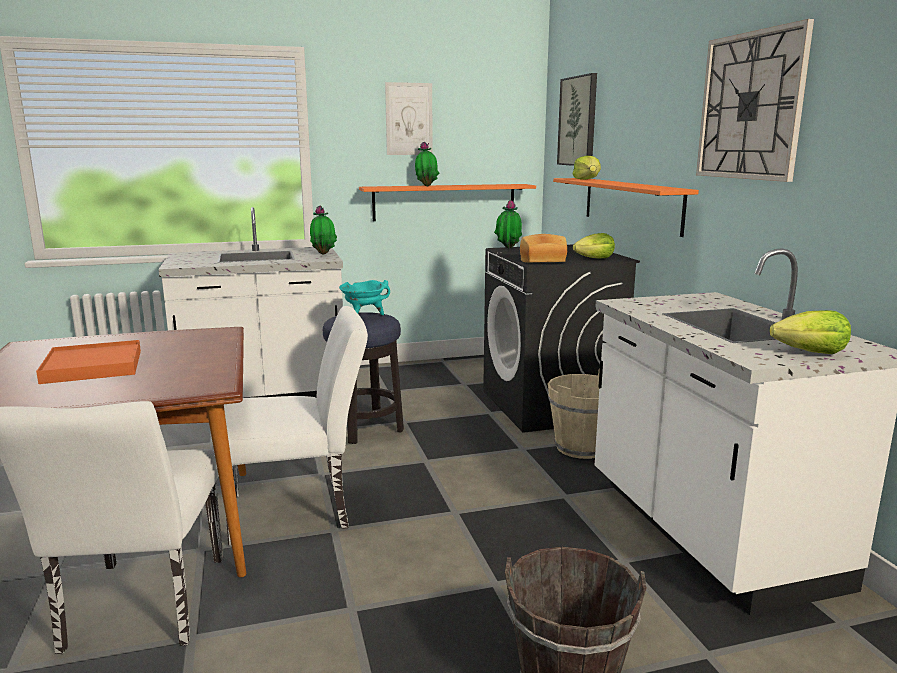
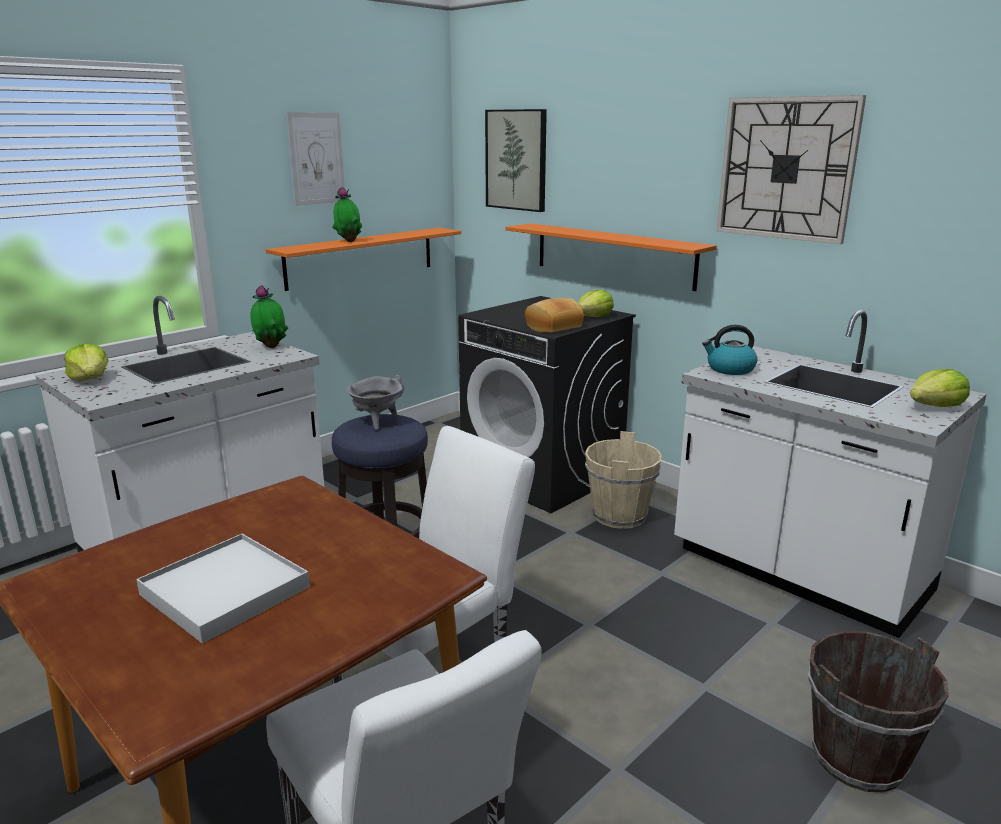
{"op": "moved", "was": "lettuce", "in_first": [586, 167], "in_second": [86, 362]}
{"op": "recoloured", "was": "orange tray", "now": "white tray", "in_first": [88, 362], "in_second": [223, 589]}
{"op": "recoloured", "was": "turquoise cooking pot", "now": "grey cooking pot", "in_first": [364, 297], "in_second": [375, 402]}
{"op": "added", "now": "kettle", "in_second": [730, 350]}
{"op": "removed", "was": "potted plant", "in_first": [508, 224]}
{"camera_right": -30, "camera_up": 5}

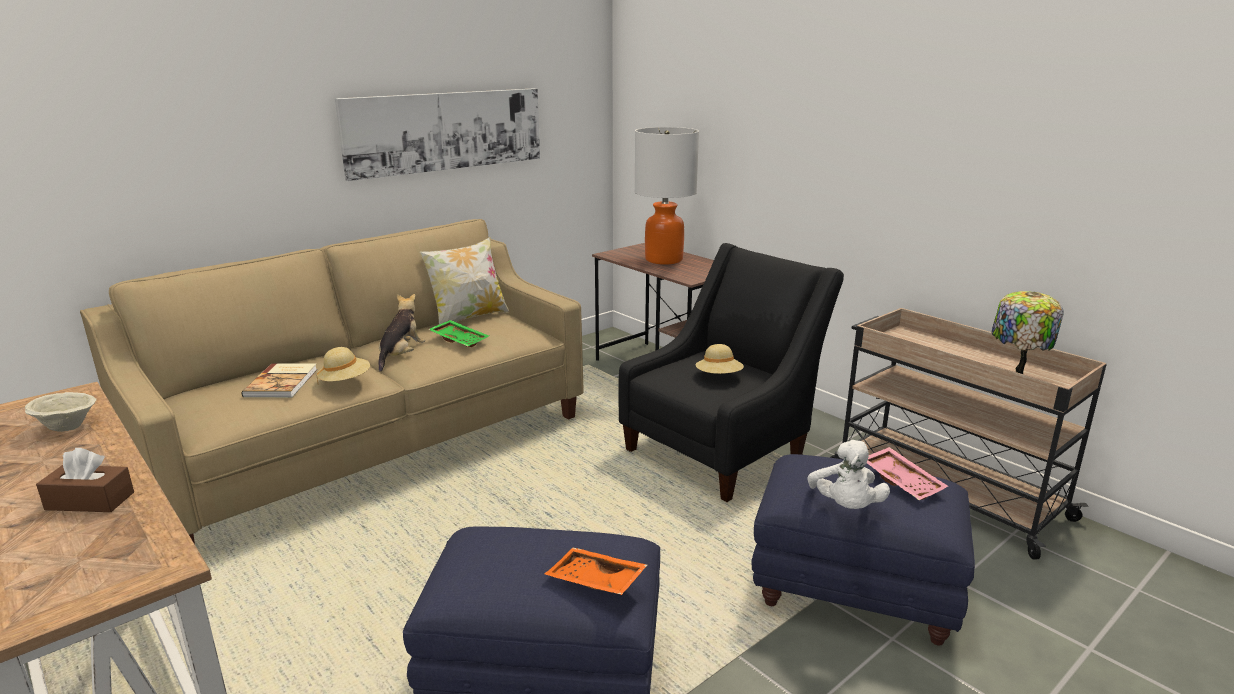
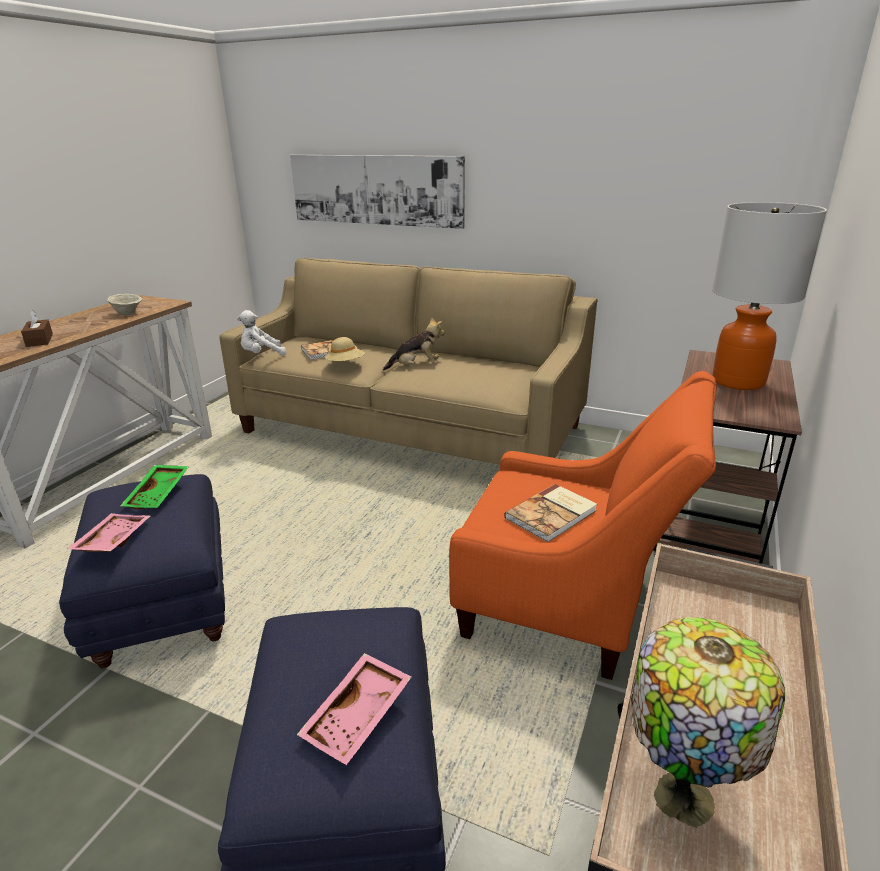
{"op": "recoloured", "was": "orange tray", "now": "pink tray", "in_first": [595, 571], "in_second": [108, 532]}
{"op": "moved", "was": "green tray", "in_first": [458, 333], "in_second": [155, 487]}
{"op": "moved", "was": "white plush toy", "in_first": [848, 474], "in_second": [262, 332]}
{"op": "moved", "was": "picture", "in_first": [437, 134], "in_second": [377, 192]}
{"op": "recoloured", "was": "black armchair", "now": "orange armchair", "in_first": [731, 372], "in_second": [583, 525]}
{"op": "replaced", "was": "beige hat", "now": "book", "in_first": [720, 359], "in_second": [550, 513]}
{"op": "removed", "was": "pillow", "in_first": [464, 280]}
{"camera_right": 65, "camera_up": 5}

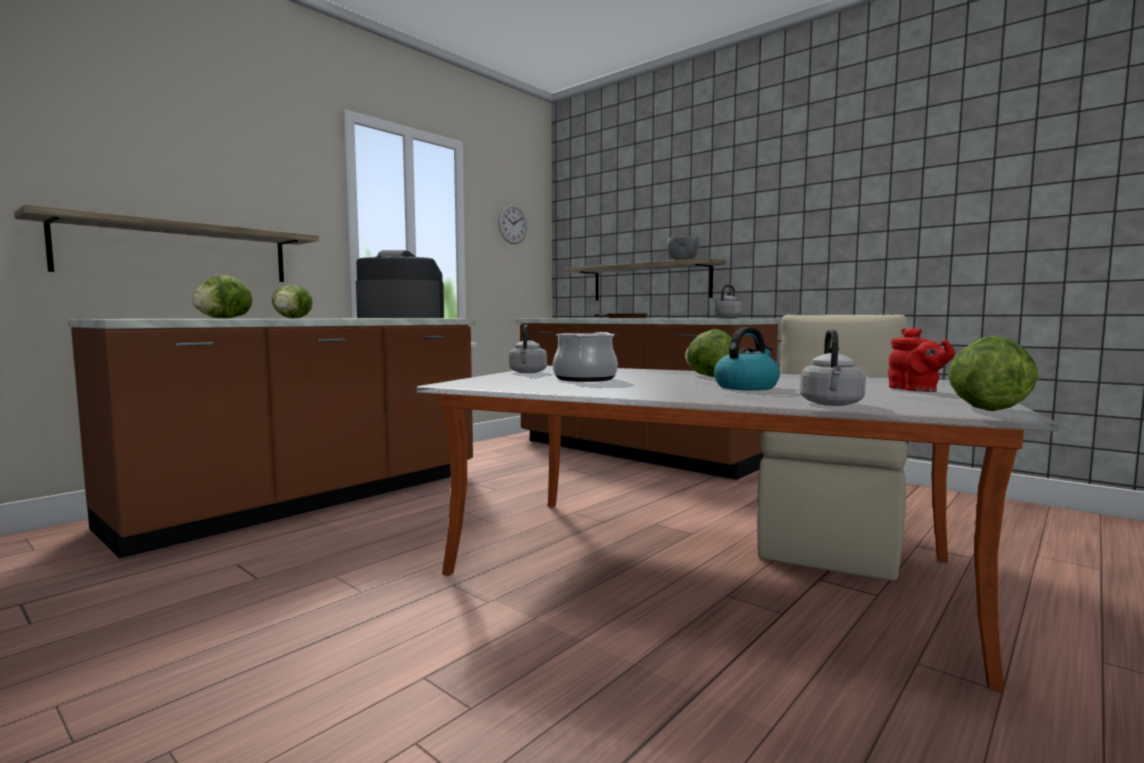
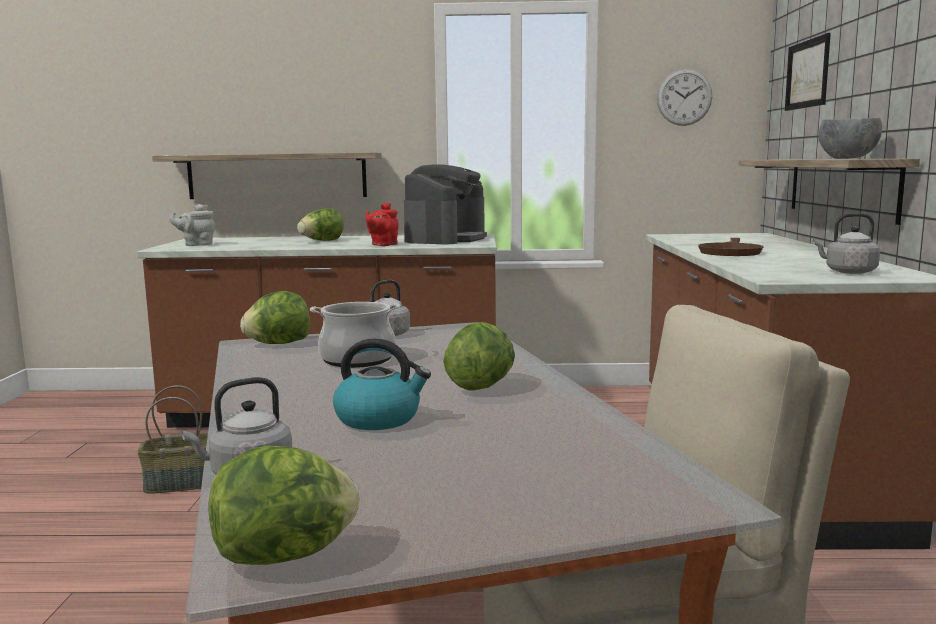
{"op": "added", "now": "basket", "in_second": [172, 439]}
{"op": "added", "now": "grey teapot", "in_second": [192, 225]}
{"op": "moved", "was": "lettuce", "in_first": [222, 296], "in_second": [275, 317]}
{"op": "moved", "was": "red teapot", "in_first": [921, 359], "in_second": [382, 224]}
{"op": "turned", "was": "coffee machine", "in_first": [400, 284], "in_second": [445, 204], "clockwise": 60}
{"op": "added", "now": "picture", "in_second": [808, 72]}
{"camera_right": 50, "camera_up": 5}

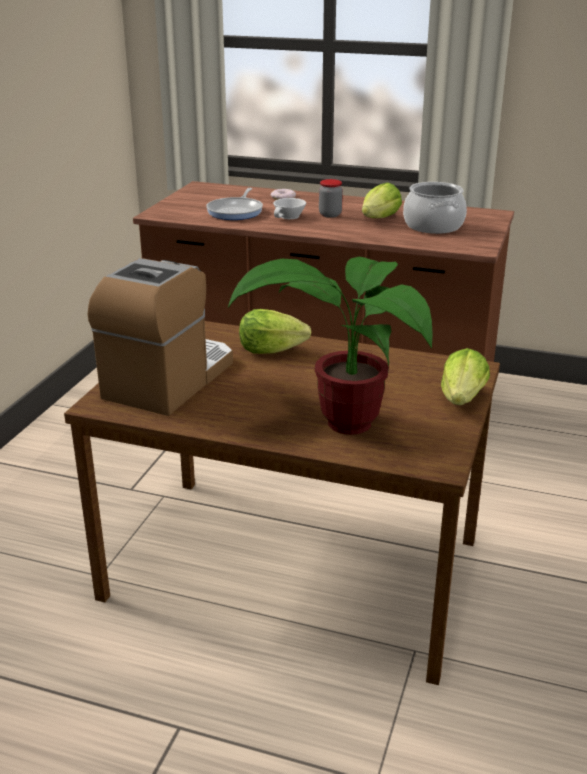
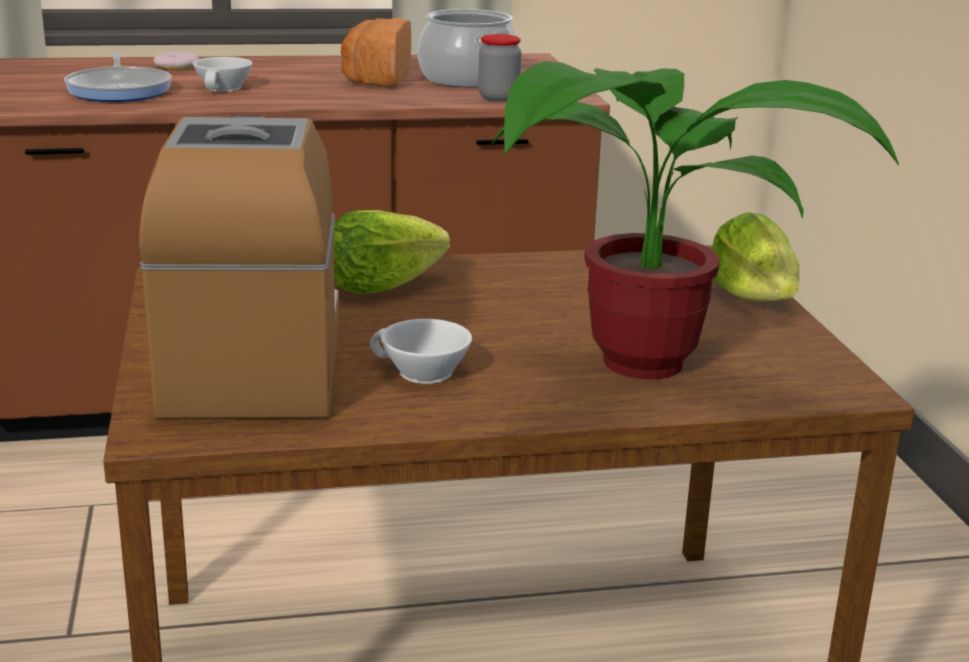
{"op": "replaced", "was": "lettuce", "now": "bread", "in_first": [382, 200], "in_second": [376, 53]}
{"op": "added", "now": "white cup", "in_second": [421, 351]}
{"op": "moved", "was": "jar", "in_first": [331, 198], "in_second": [500, 68]}
{"camera_right": -30, "camera_up": -5}

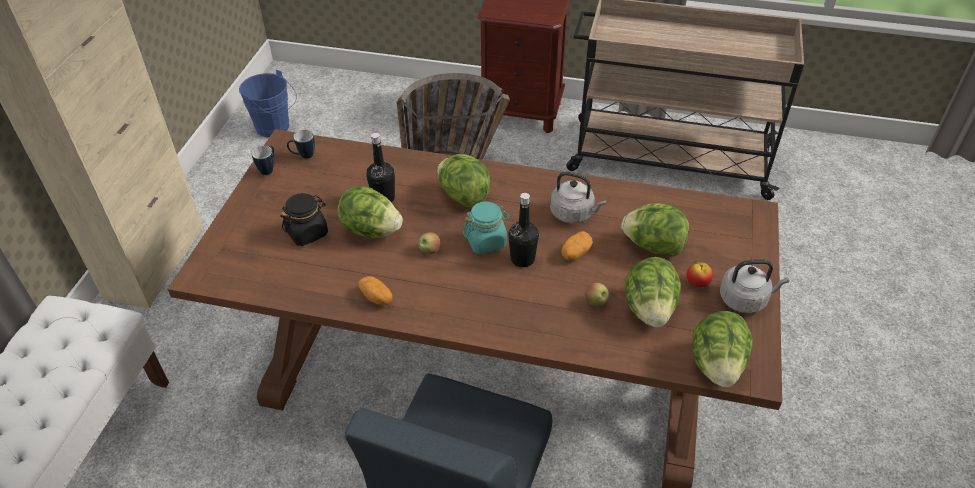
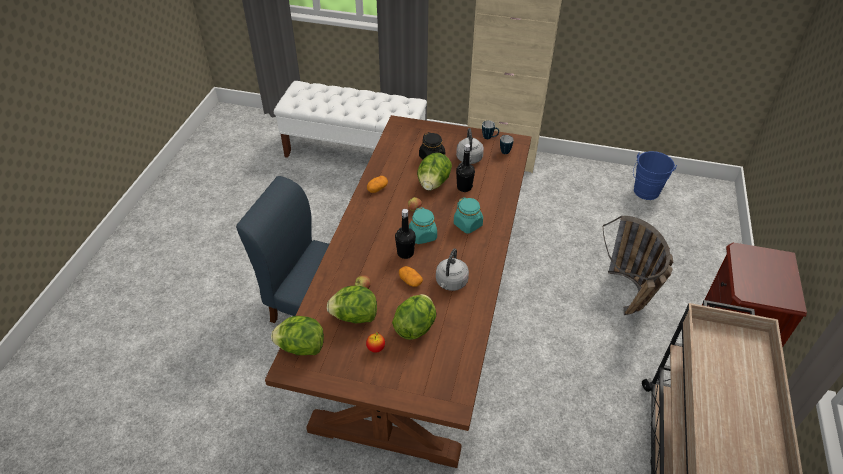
{"op": "replaced", "was": "lettuce", "now": "turquoise jar", "in_first": [464, 181], "in_second": [468, 215]}
{"op": "moved", "was": "grey kettle", "in_first": [754, 286], "in_second": [470, 146]}
{"camera_right": 90, "camera_up": 0}

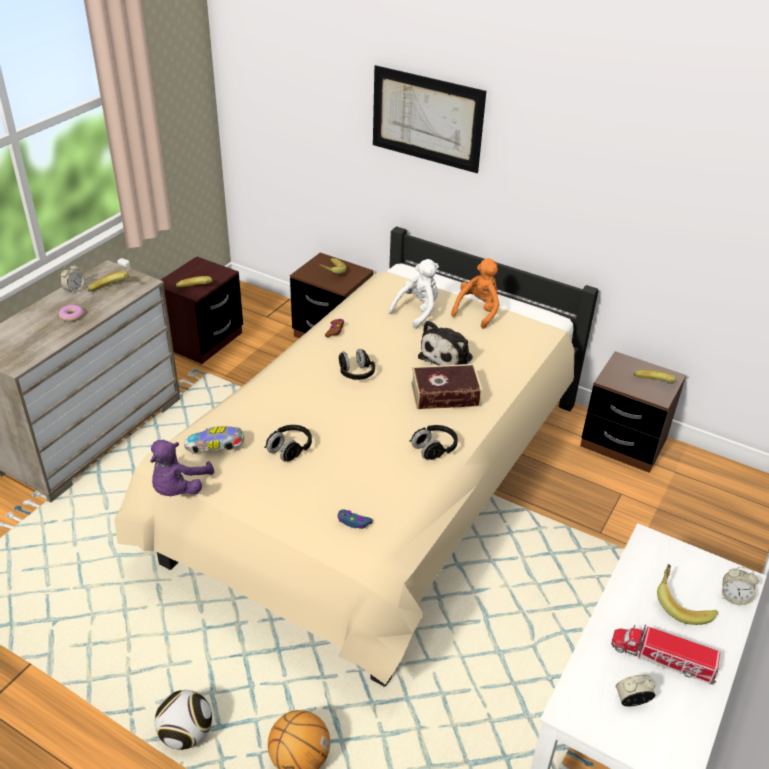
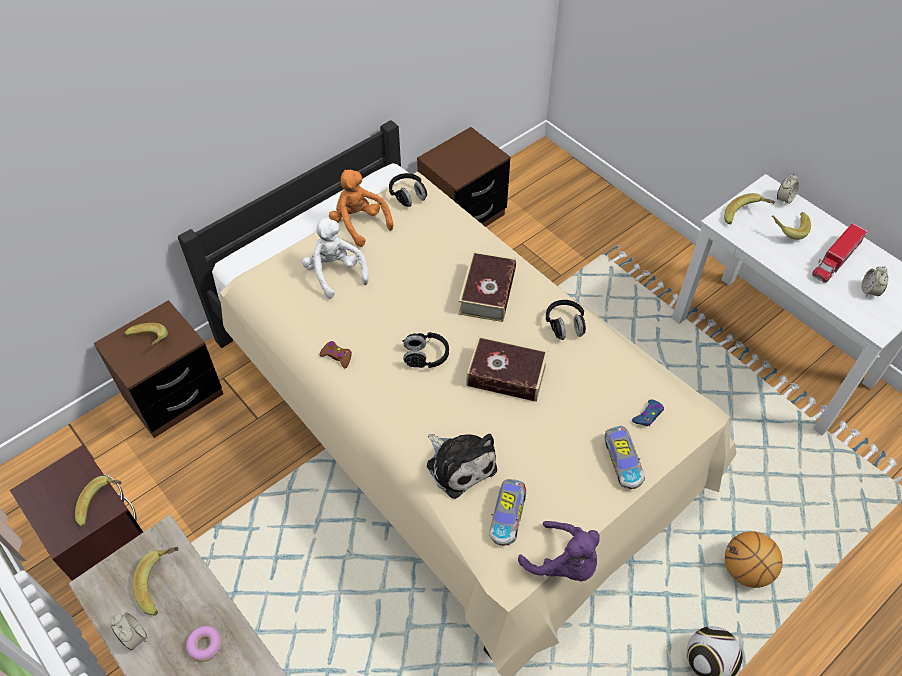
{"op": "moved", "was": "black headphones", "in_first": [288, 443], "in_second": [408, 190]}
{"op": "moved", "was": "plush toy", "in_first": [445, 343], "in_second": [462, 466]}
{"op": "added", "now": "book", "in_second": [507, 369]}
{"op": "added", "now": "toy car", "in_second": [625, 457]}
{"op": "moved", "was": "banana", "in_first": [654, 377], "in_second": [749, 208]}
{"op": "removed", "was": "picture", "in_first": [429, 119]}
{"camera_right": -70, "camera_up": 15}

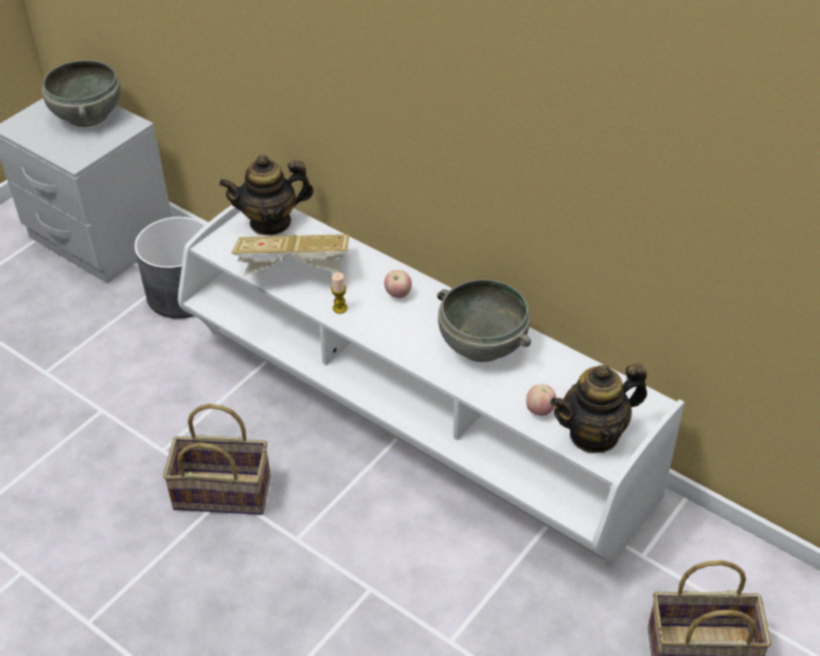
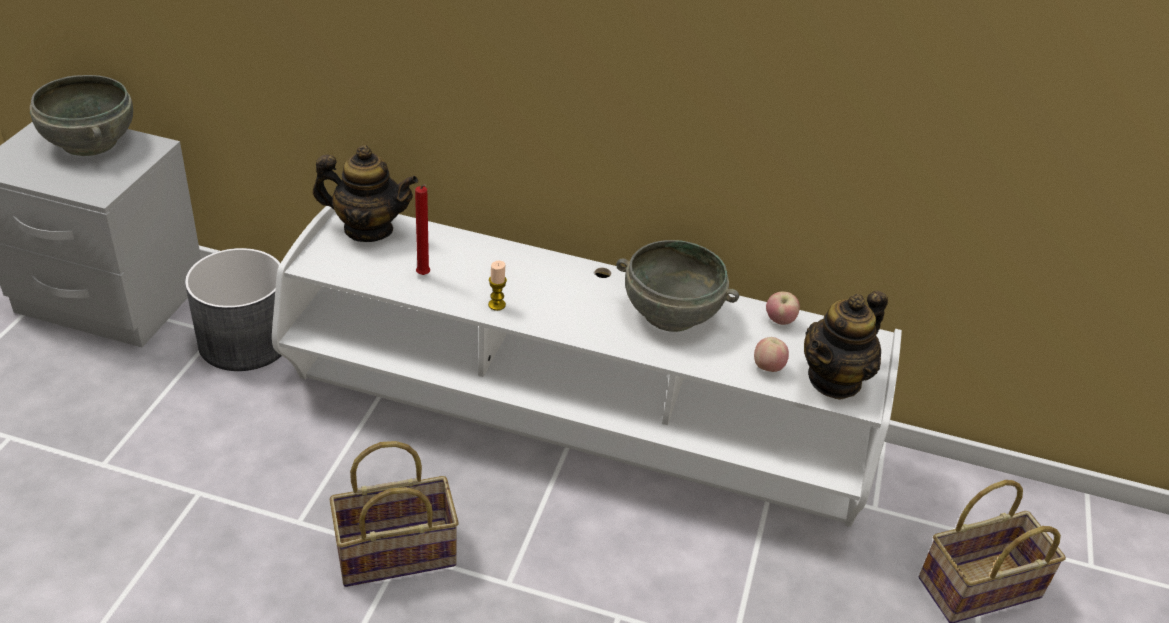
{"op": "turned", "was": "teapot", "in_first": [266, 195], "in_second": [365, 193], "clockwise": -135}
{"op": "replaced", "was": "book", "now": "red candle", "in_first": [290, 255], "in_second": [422, 229]}
{"op": "moved", "was": "apple", "in_first": [398, 284], "in_second": [783, 308]}
{"camera_right": -25, "camera_up": -5}

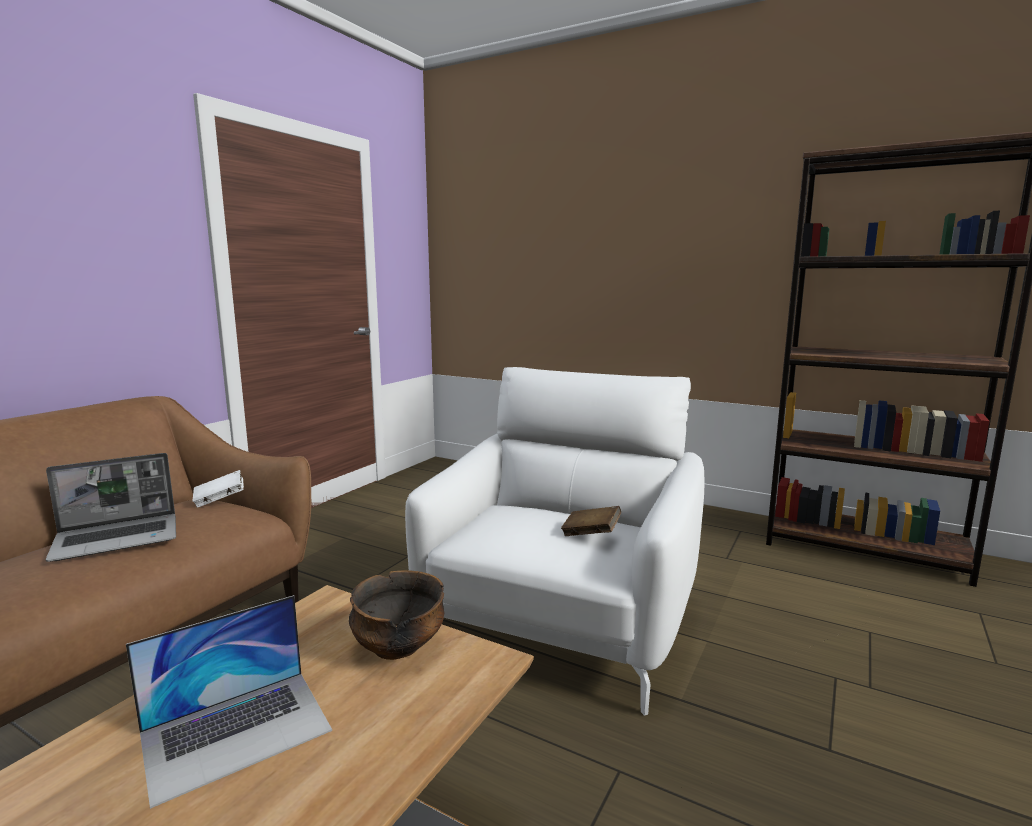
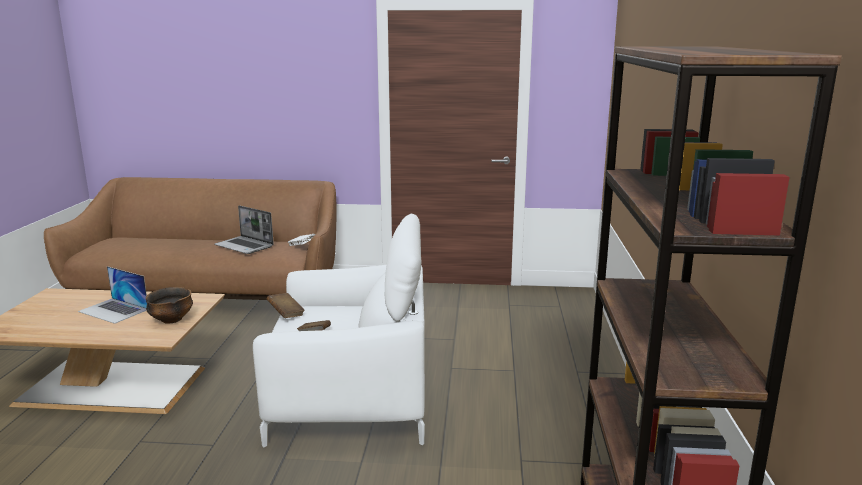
{"op": "added", "now": "brown book", "in_second": [286, 305]}
{"camera_right": 65, "camera_up": 5}

